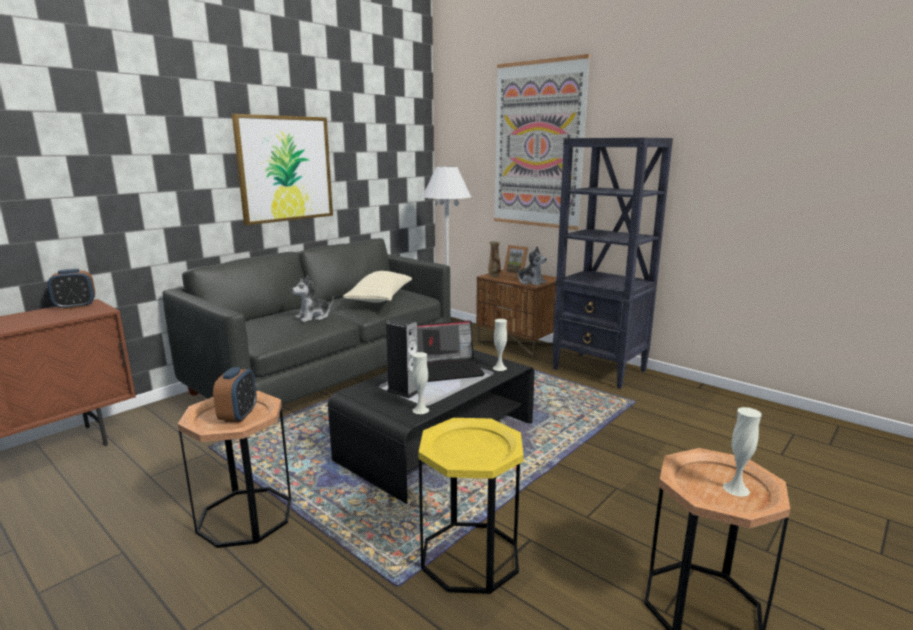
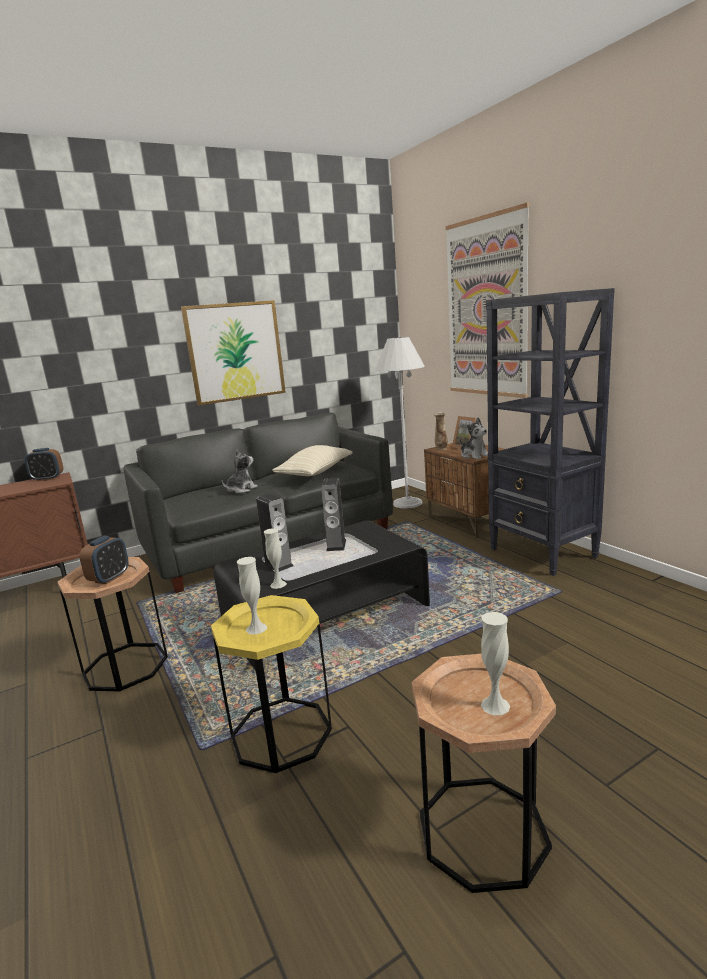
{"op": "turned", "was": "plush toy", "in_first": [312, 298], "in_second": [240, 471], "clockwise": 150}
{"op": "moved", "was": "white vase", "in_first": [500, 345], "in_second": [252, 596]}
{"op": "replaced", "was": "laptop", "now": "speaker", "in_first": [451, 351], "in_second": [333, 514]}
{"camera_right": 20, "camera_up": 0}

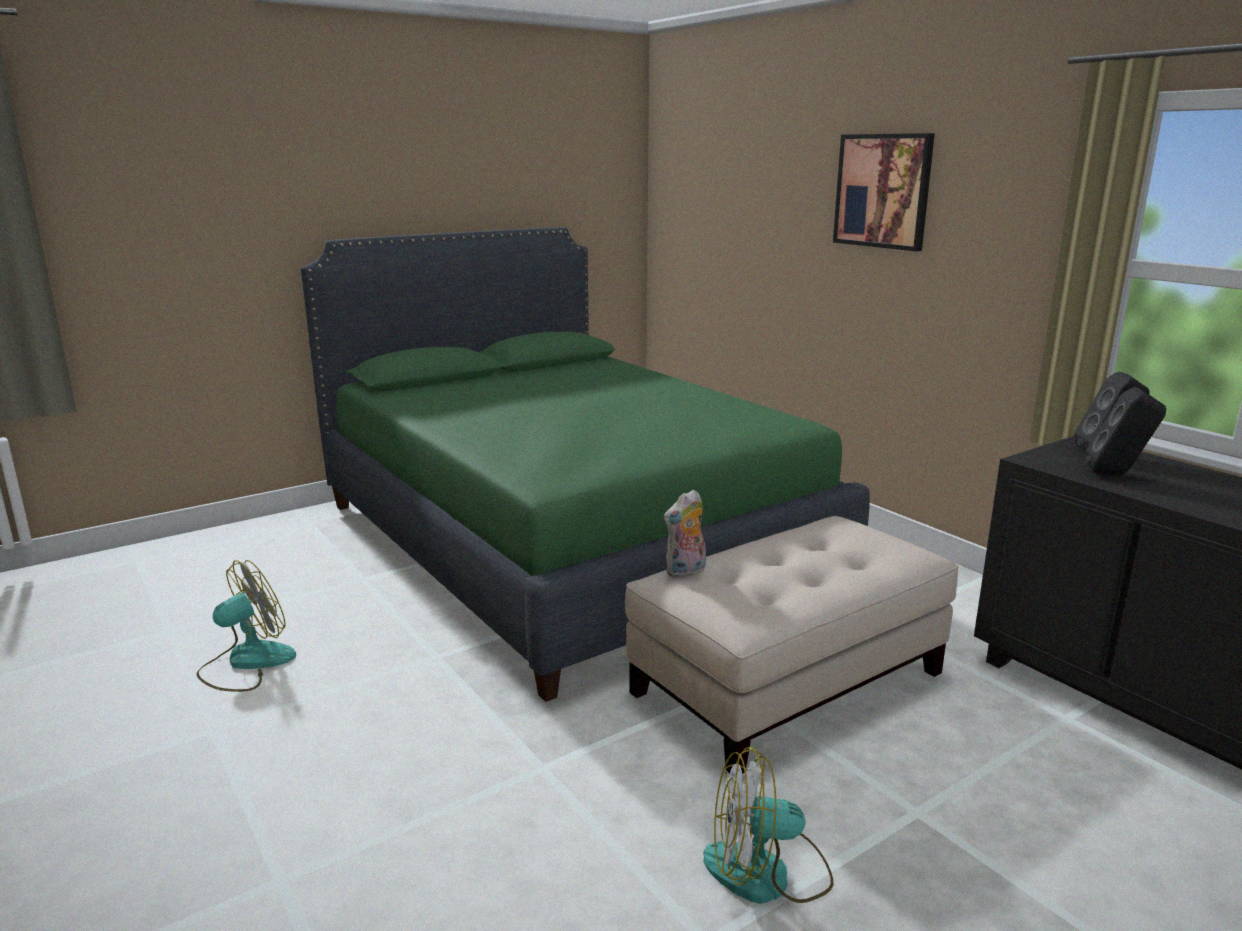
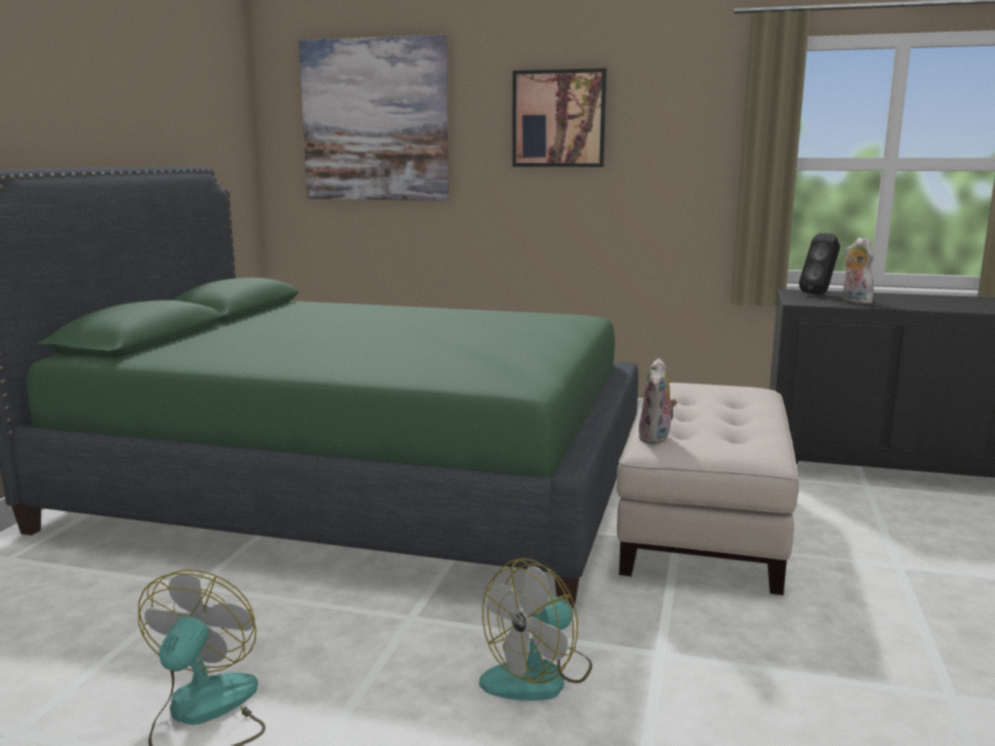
{"op": "added", "now": "picture", "in_second": [374, 118]}
{"op": "moved", "was": "fan", "in_first": [768, 825], "in_second": [535, 629]}
{"op": "replaced", "was": "black speaker", "now": "plush toy", "in_first": [1126, 431], "in_second": [858, 271]}
{"camera_right": -40, "camera_up": -5}

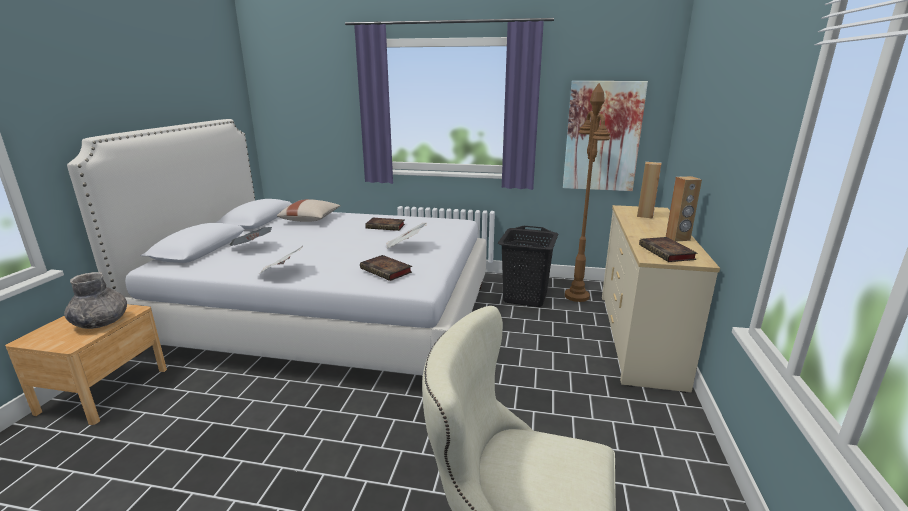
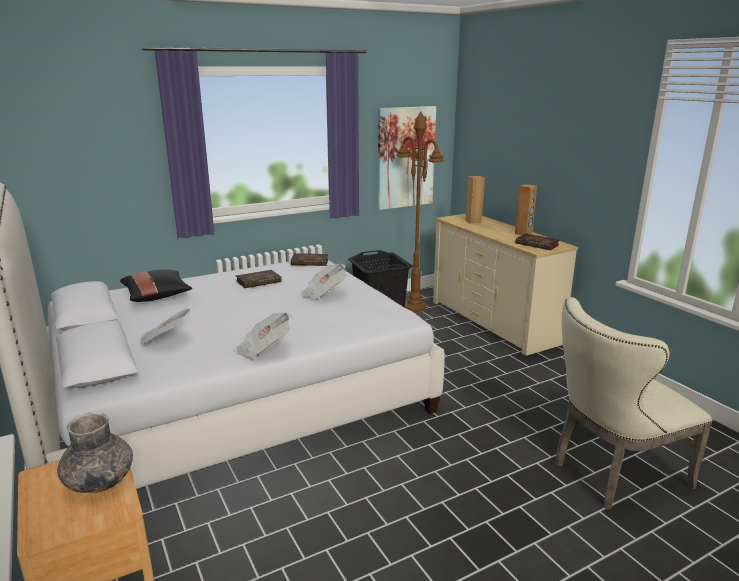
{"op": "recoloured", "was": "beige pillow", "now": "black pillow", "in_first": [309, 210], "in_second": [156, 286]}
{"op": "moved", "was": "book", "in_first": [386, 268], "in_second": [309, 259]}
{"camera_right": -40, "camera_up": 0}

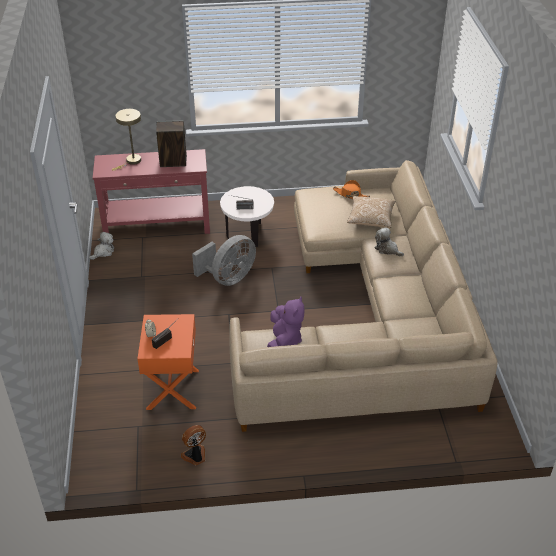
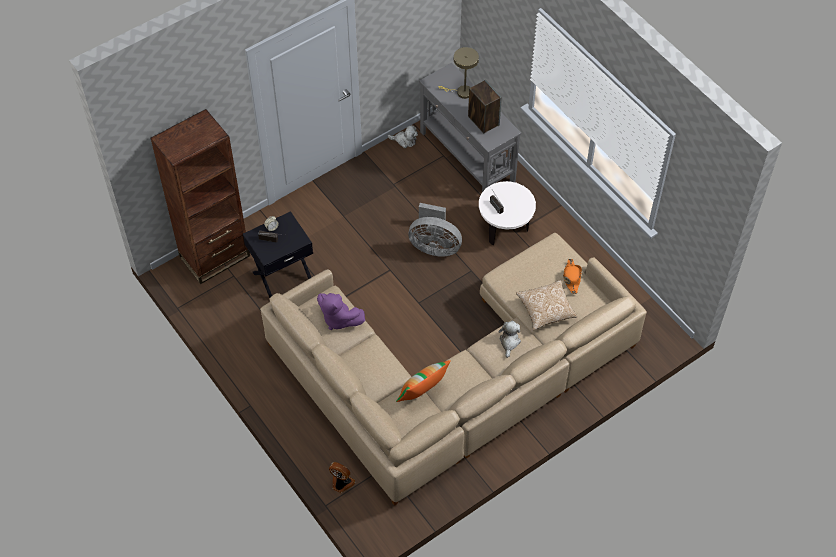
{"op": "added", "now": "brown bookcase", "in_second": [200, 196]}
{"op": "recoloured", "was": "orange side table", "now": "black side table", "in_first": [168, 362], "in_second": [278, 254]}
{"op": "turned", "was": "purple plush toy", "in_first": [285, 321], "in_second": [341, 311], "clockwise": 60}
{"op": "moved", "was": "fan", "in_first": [193, 445], "in_second": [342, 477]}
{"op": "added", "now": "pillow", "in_second": [423, 381]}
{"op": "recoloured", "was": "red console table", "now": "grey console table", "in_first": [151, 191], "in_second": [470, 127]}
{"camera_right": 60, "camera_up": 15}

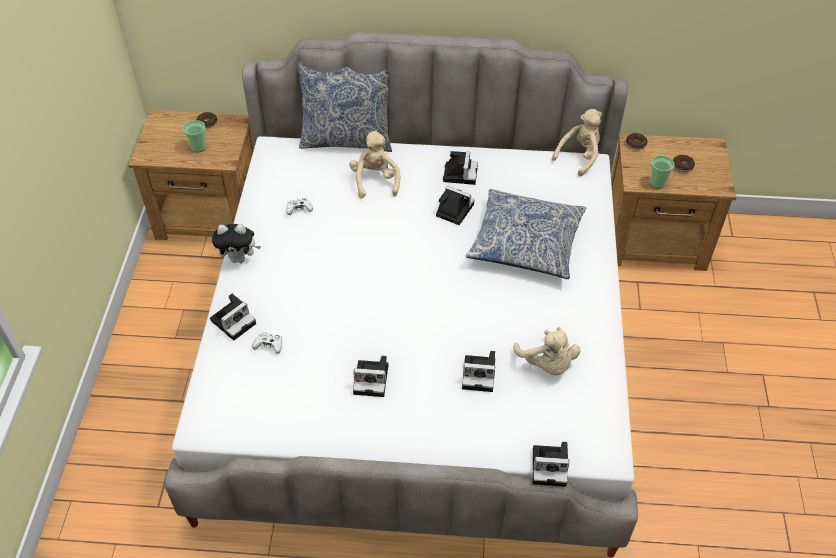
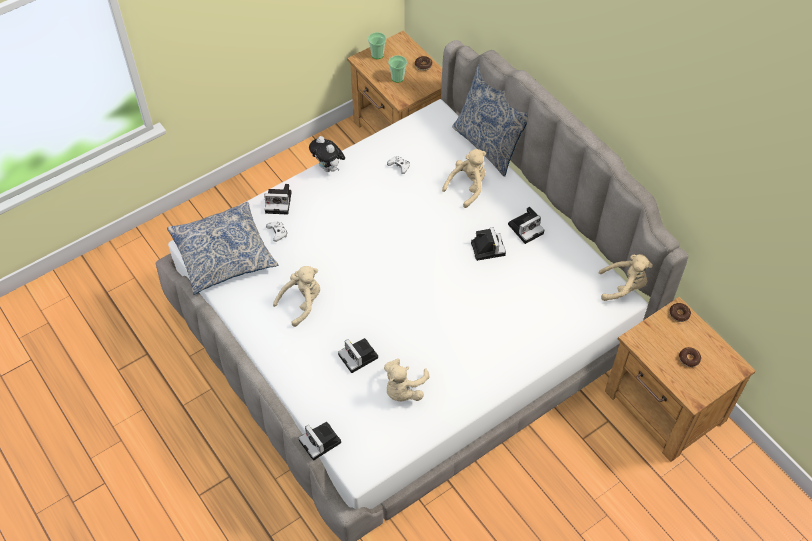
{"op": "moved", "was": "pillow", "in_first": [526, 234], "in_second": [222, 248]}
{"op": "replaced", "was": "photo camera", "now": "beige plush toy", "in_first": [370, 376], "in_second": [296, 296]}
{"op": "moved", "was": "cup", "in_first": [662, 172], "in_second": [377, 45]}
{"camera_right": 50, "camera_up": 5}

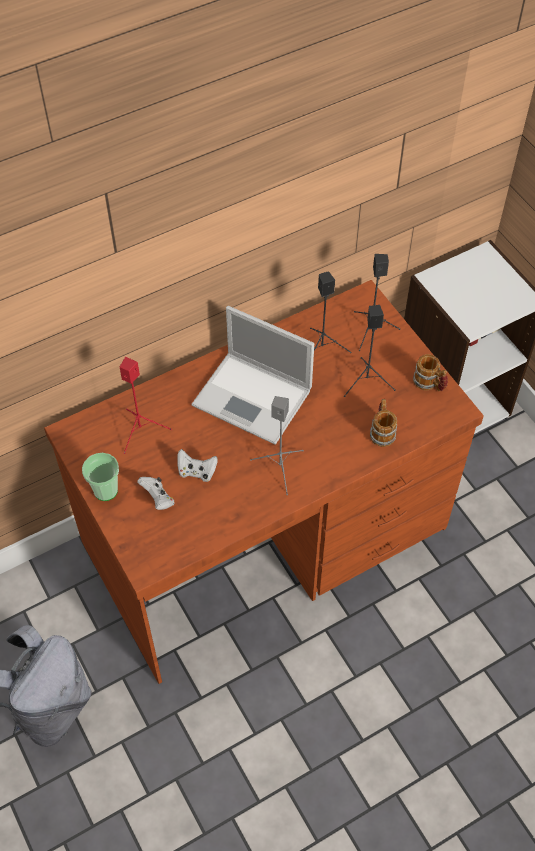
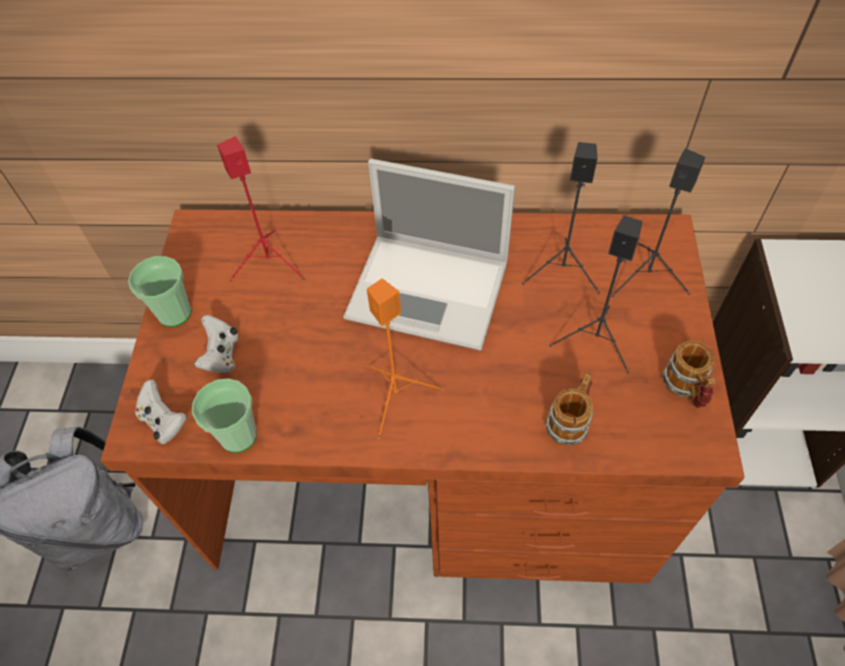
{"op": "moved", "was": "white game controller", "in_first": [197, 465], "in_second": [161, 412]}
{"op": "added", "now": "cup", "in_second": [224, 416]}
{"op": "turned", "was": "laptop", "in_first": [252, 375], "in_second": [429, 255], "clockwise": -45}
{"op": "recoloured", "was": "grey speaker", "now": "orange speaker", "in_first": [277, 445], "in_second": [405, 358]}
{"camera_right": 35, "camera_up": 0}

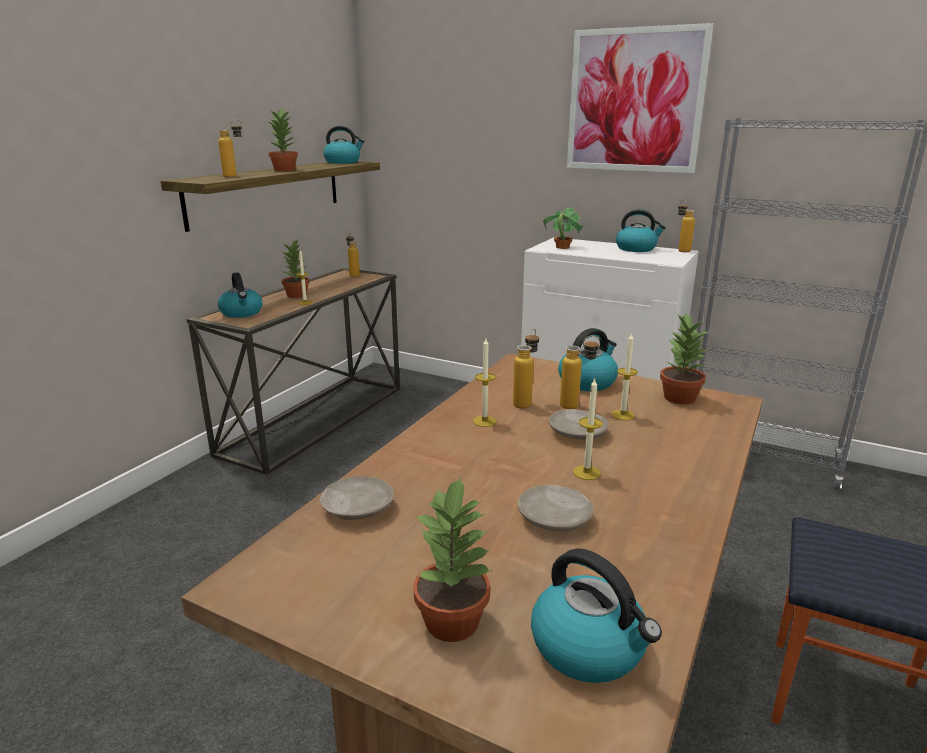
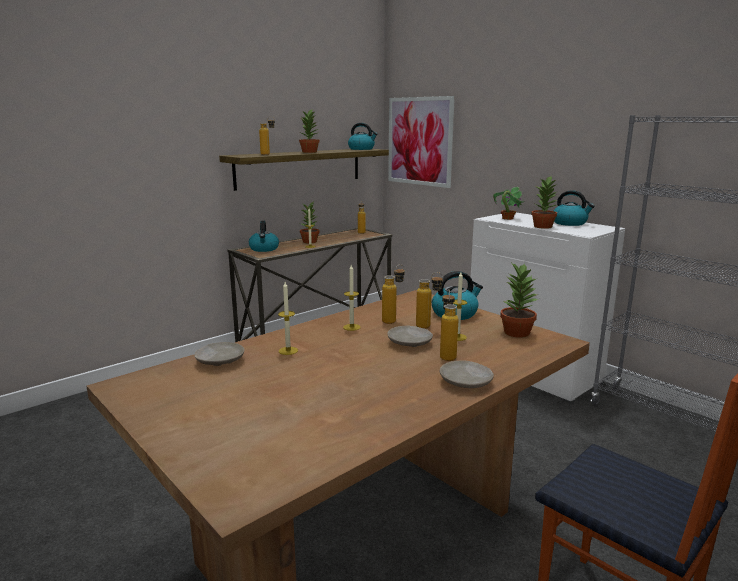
{"op": "moved", "was": "candle", "in_first": [588, 429], "in_second": [288, 318]}
{"op": "moved", "was": "picture", "in_first": [640, 98], "in_second": [421, 142]}
{"op": "moved", "was": "bottle", "in_first": [686, 226], "in_second": [449, 325]}
{"op": "moved", "was": "beige plate", "in_first": [555, 507], "in_second": [467, 374]}
{"op": "moved", "was": "potted plant", "in_first": [452, 559], "in_second": [544, 202]}
{"op": "removed", "was": "kettle", "in_first": [596, 615]}
{"camera_right": 20, "camera_up": -5}

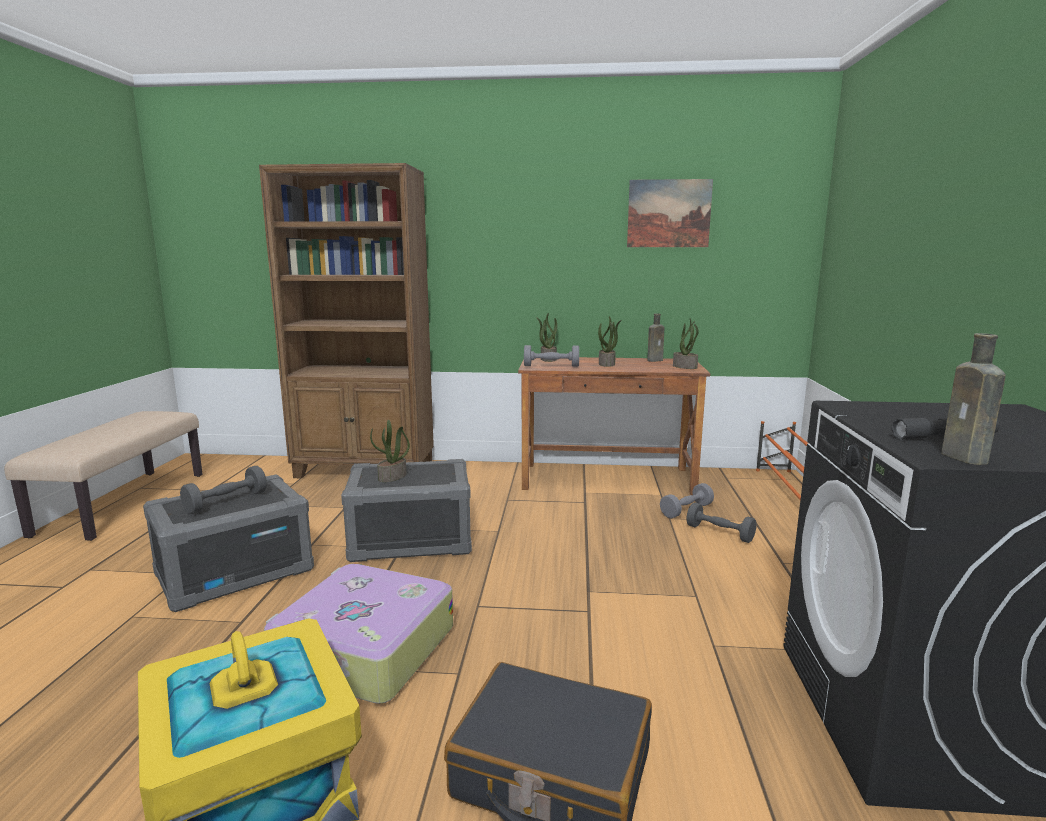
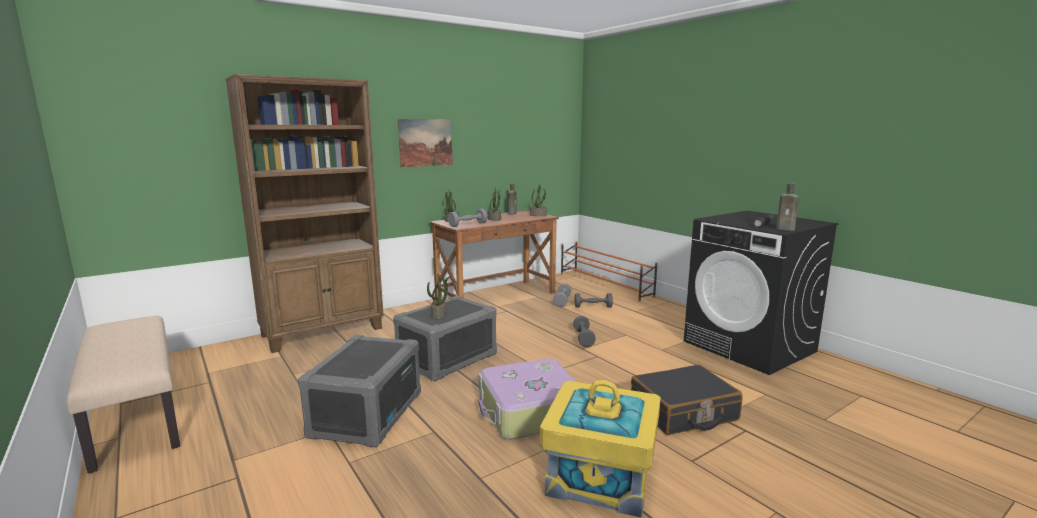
{"op": "moved", "was": "picture", "in_first": [670, 213], "in_second": [425, 143]}
{"op": "moved", "was": "grey dumbbell", "in_first": [223, 490], "in_second": [584, 331]}
{"camera_right": -40, "camera_up": 0}

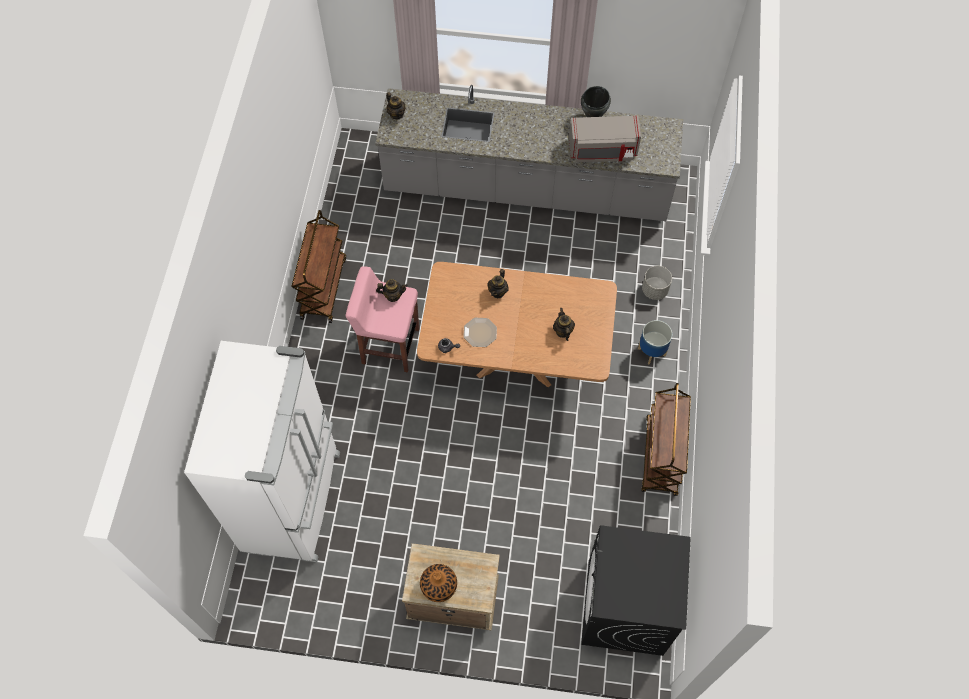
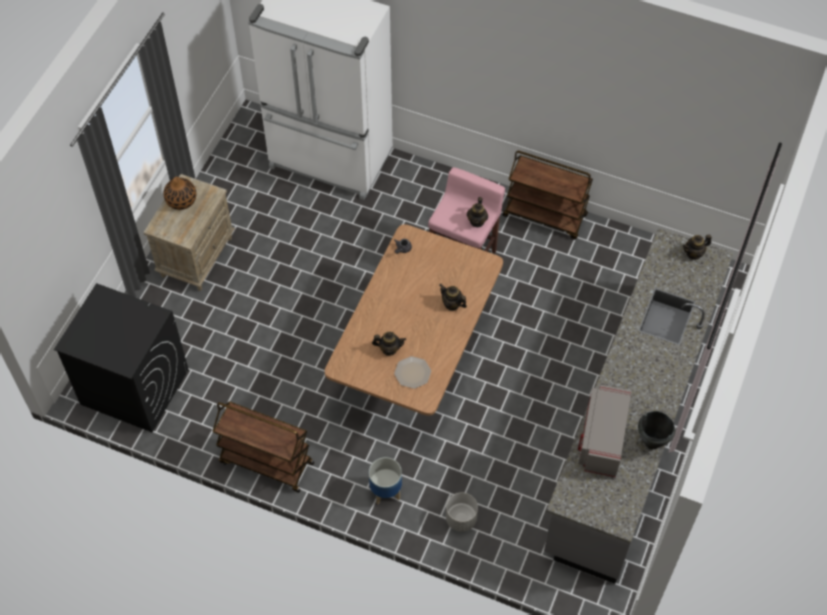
{"op": "moved", "was": "plate", "in_first": [480, 332], "in_second": [412, 372]}
{"camera_right": 105, "camera_up": -5}

